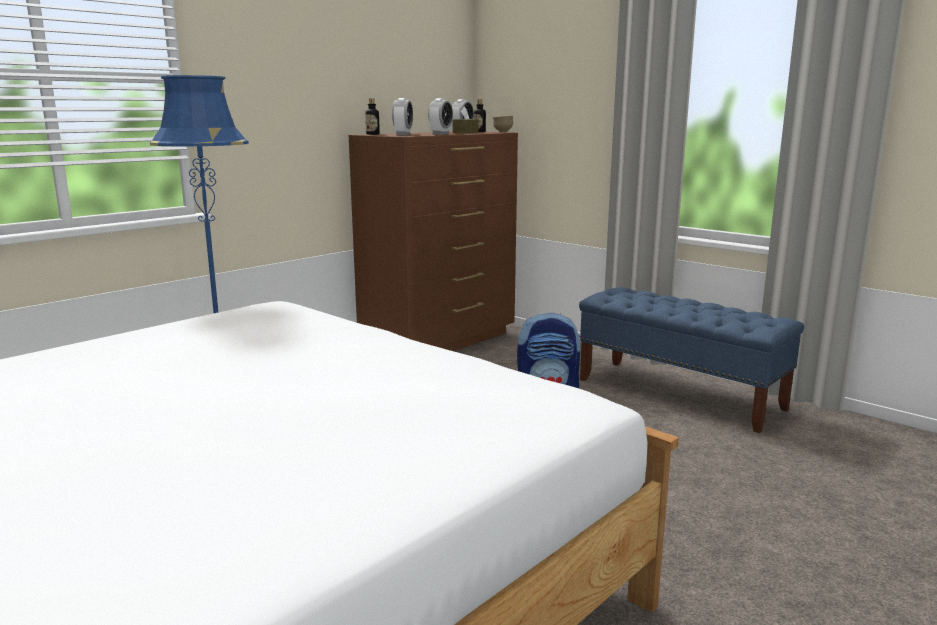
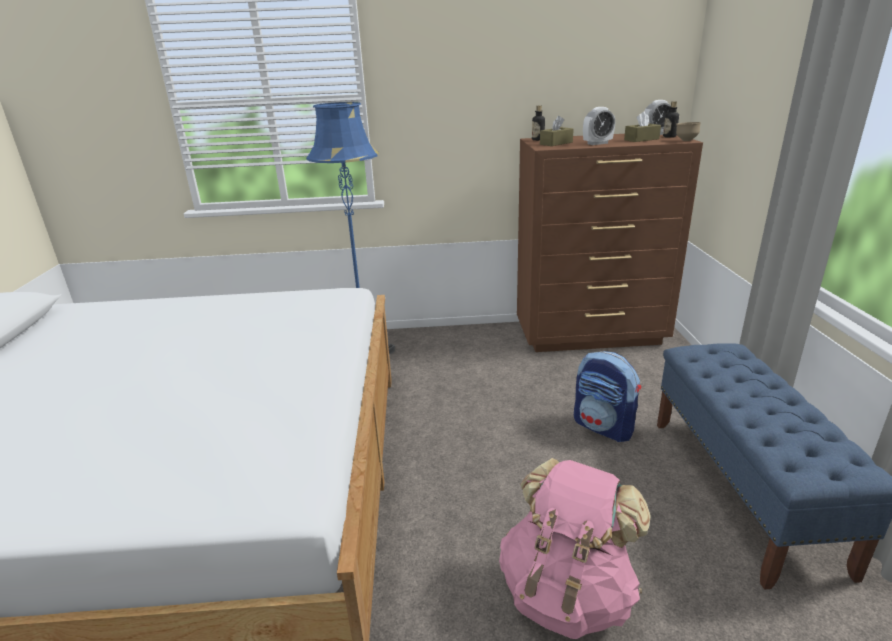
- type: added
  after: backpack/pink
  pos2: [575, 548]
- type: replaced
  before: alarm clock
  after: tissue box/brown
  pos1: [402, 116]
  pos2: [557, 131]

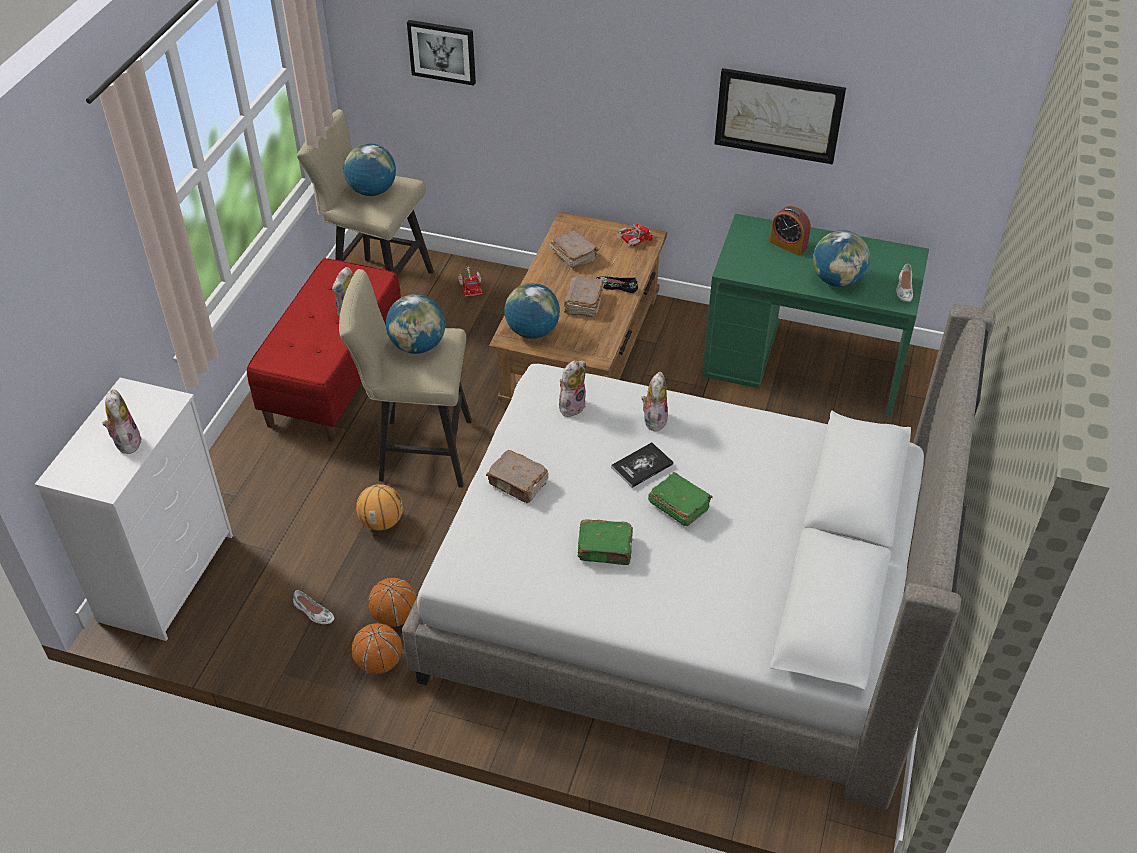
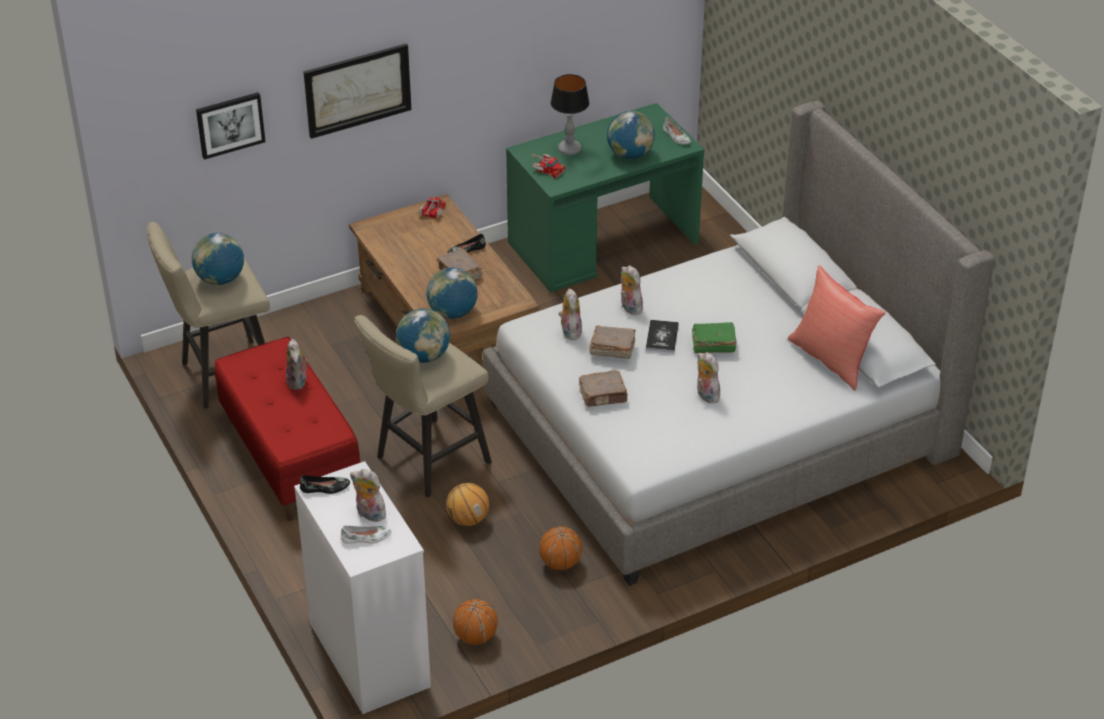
- type: added
  after: shoe/black
  pos2: [325, 484]
- type: moved
  before: picture
  pos1: [780, 116]
  pos2: [357, 91]
- type: moved
  before: shoe/white
  pos1: [313, 607]
  pos2: [366, 534]
- type: moved
  before: basketball
  pos1: [377, 648]
  pos2: [475, 622]
- type: moved
  before: toy truck
  pos1: [470, 281]
  pos2: [548, 165]
- type: replaced
  before: alarm clock
  after: table lamp
  pos1: [790, 231]
  pos2: [570, 114]
- type: moved
  before: book/brown
  pos1: [574, 249]
  pos2: [612, 342]
- type: replaced
  before: book/green
  after: plush toy
  pos1: [605, 542]
  pos2: [708, 377]
- type: added
  after: pillow/red
  pos2: [837, 328]

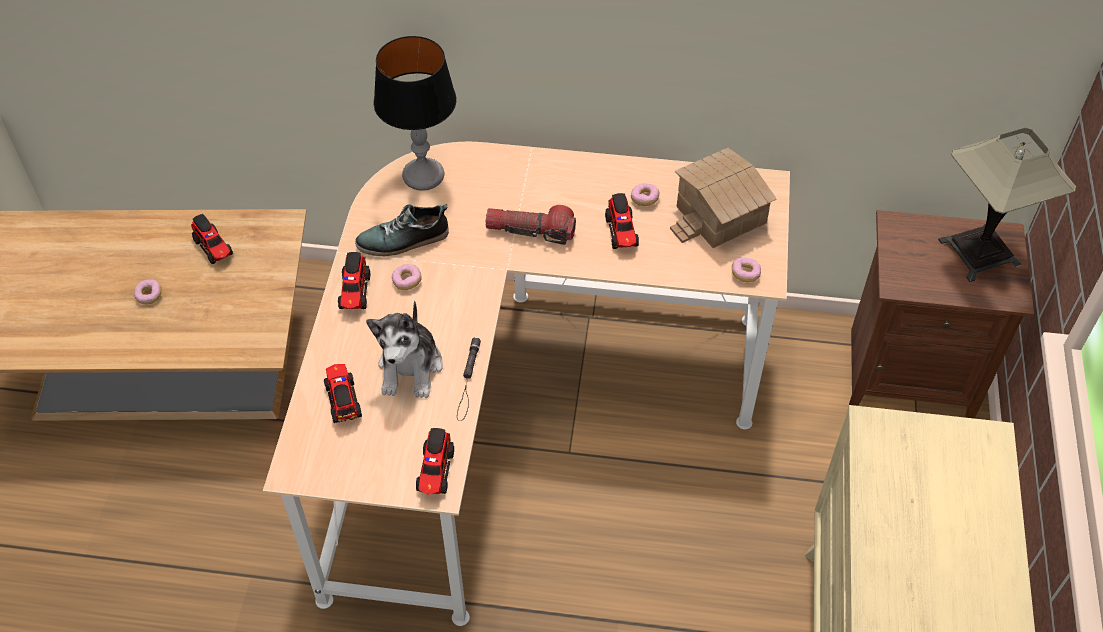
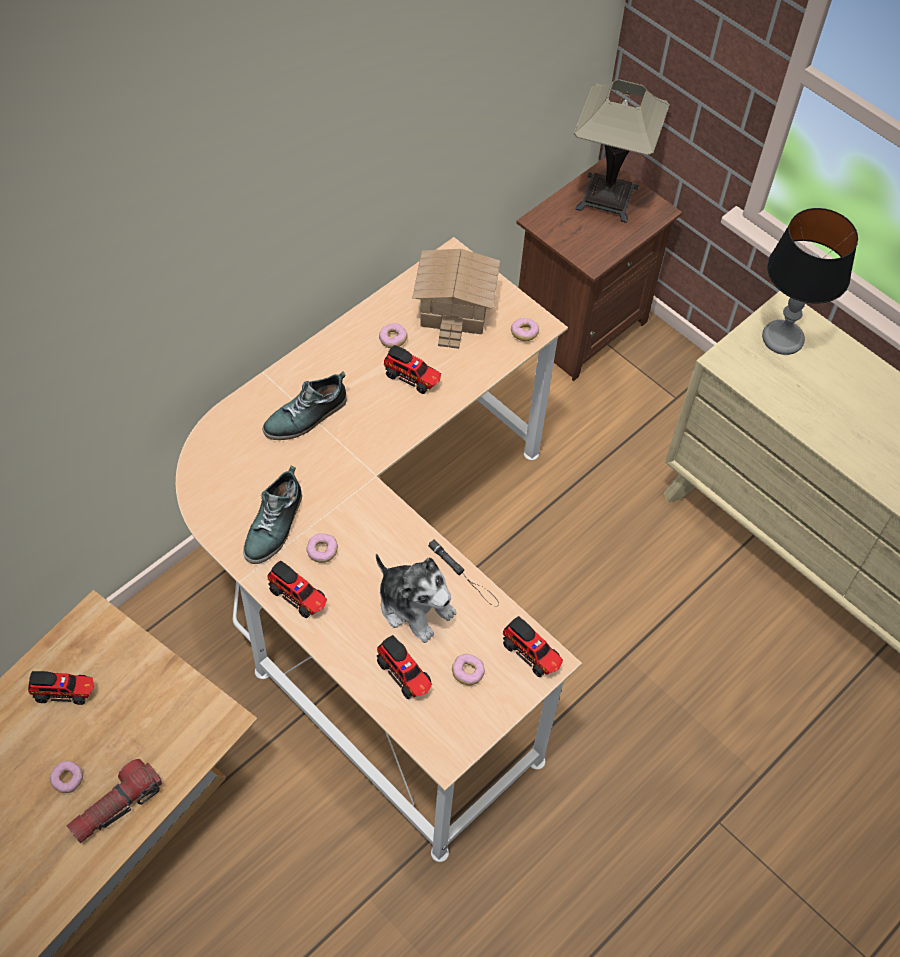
- type: moved
  before: flashlight
  pos1: [531, 225]
  pos2: [114, 801]
- type: added
  after: shoe
  pos2: [304, 405]
- type: turned
  before: toy truck
  pos1: [343, 393]
  pos2: [404, 667]
  turn: -150
- type: added
  after: donut
  pos2: [468, 670]
- type: moved
  before: table lamp
  pos1: [415, 113]
  pos2: [810, 281]

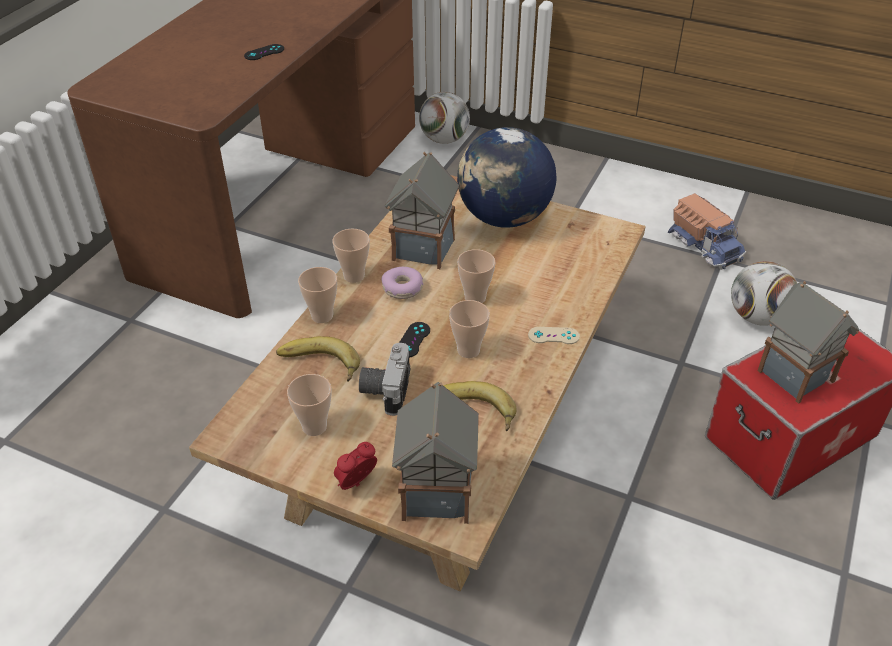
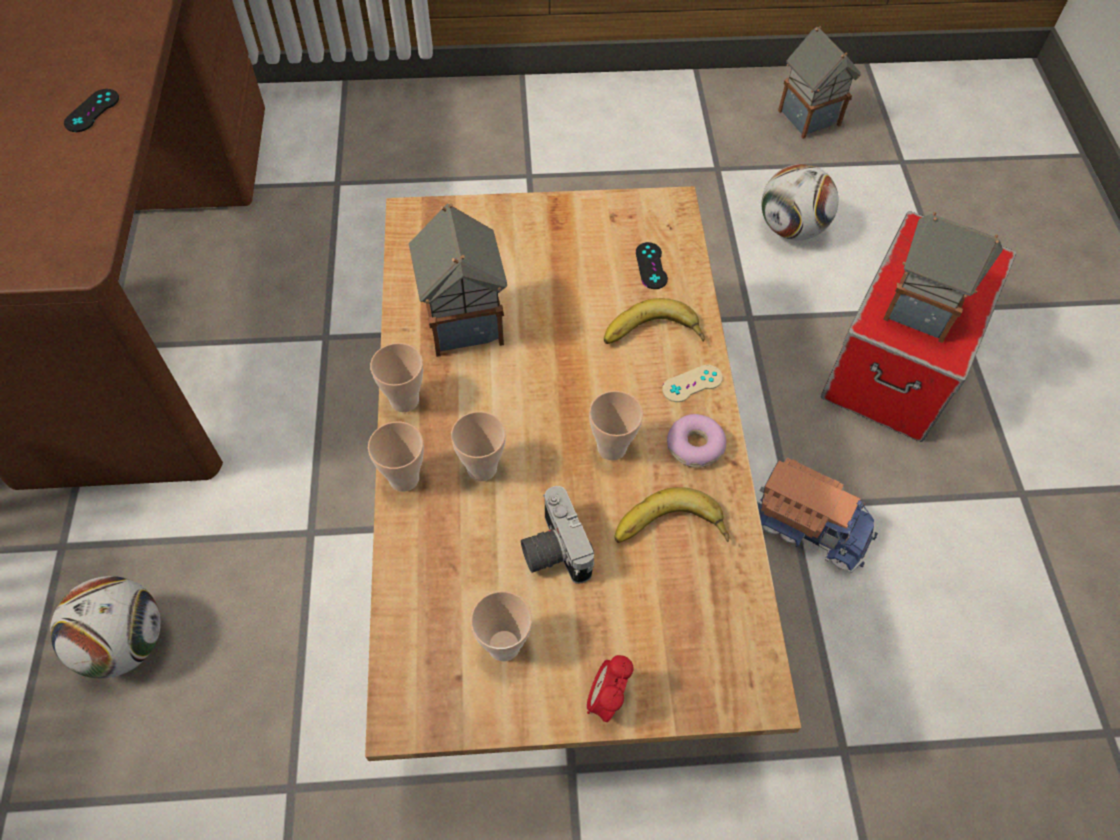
- type: moved
  before: football
  pos1: [444, 118]
  pos2: [105, 627]
- type: moved
  before: cup
  pos1: [476, 276]
  pos2: [478, 446]
- type: moved
  before: banana
  pos1: [318, 359]
  pos2: [654, 321]
- type: moved
  before: game controller/black
  pos1: [414, 340]
  pos2: [652, 265]
- type: moved
  before: donut
  pos1: [402, 283]
  pos2: [696, 441]
- type: moved
  before: toy truck
  pos1: [707, 231]
  pos2: [817, 515]
- type: moved
  before: toy house
  pos1: [435, 453]
  pos2: [819, 82]
- type: removed
  before: globe
  pos1: [507, 177]

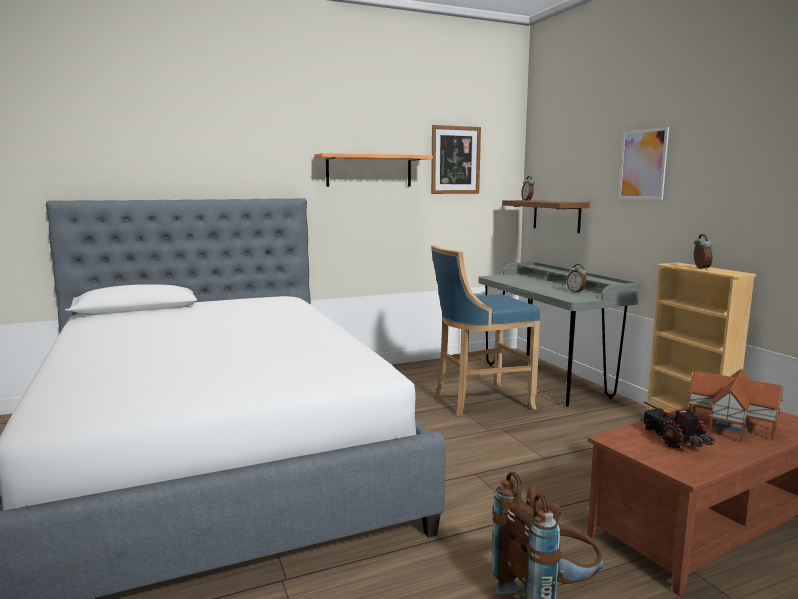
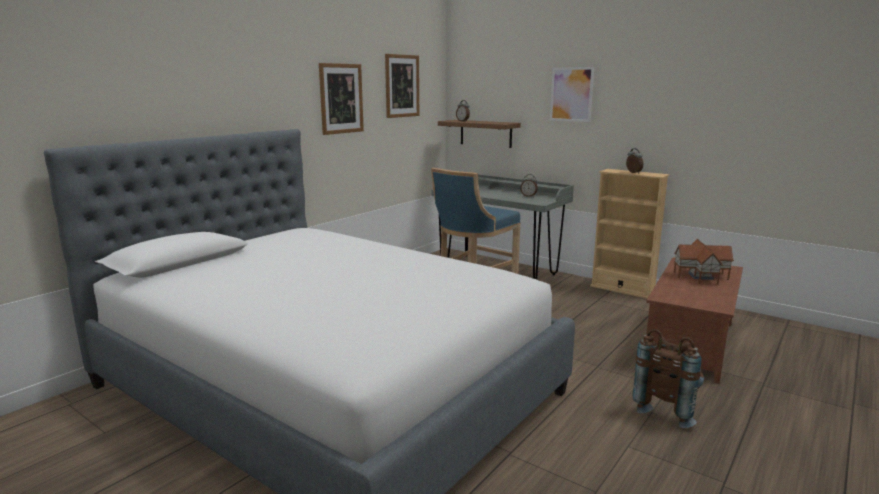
- type: replaced
  before: shelf
  after: picture
  pos1: [373, 170]
  pos2: [341, 99]
- type: removed
  before: toy truck
  pos1: [677, 425]

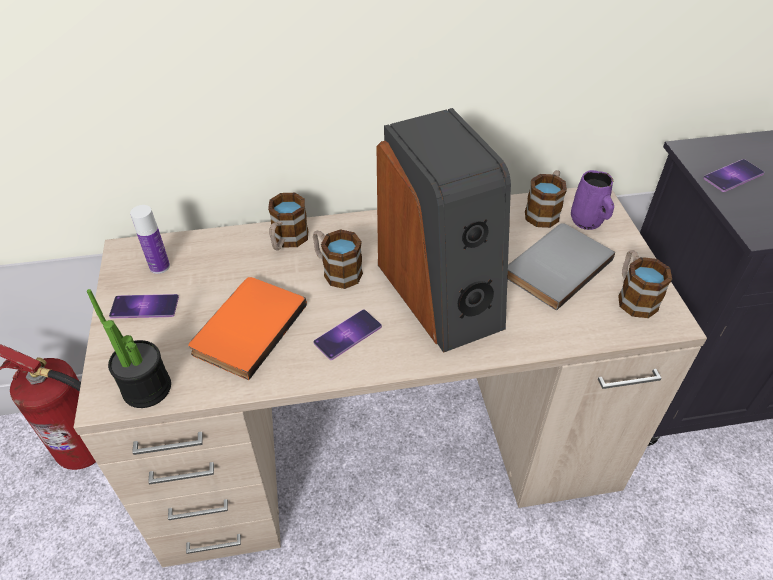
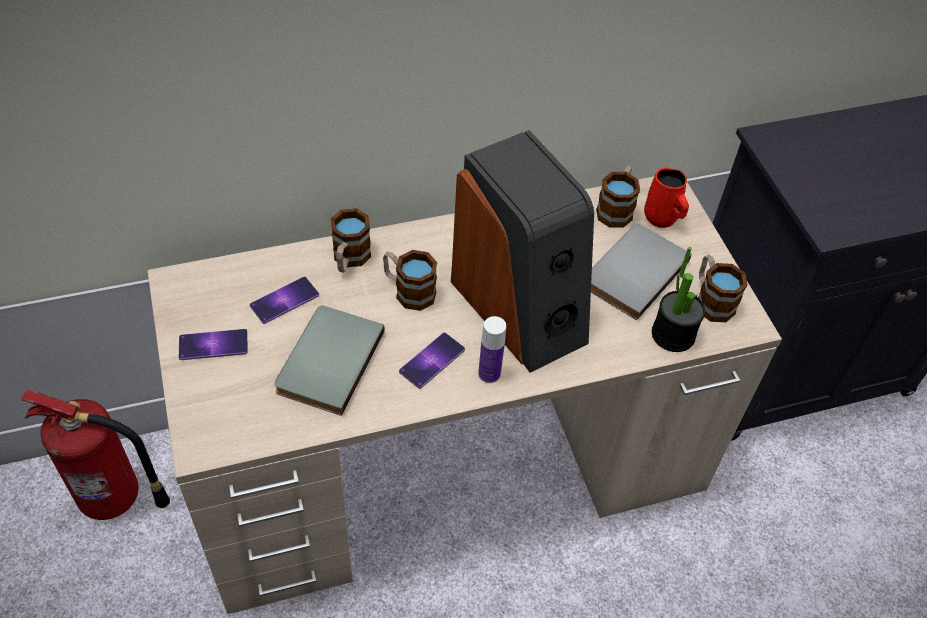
- type: moved
  before: phone
  pos1: [733, 175]
  pos2: [284, 300]
- type: recoloured
  before: book/orange
  after: book/grey
  pos1: [247, 328]
  pos2: [329, 361]
- type: moved
  before: bottle
  pos1: [150, 239]
  pos2: [492, 349]
- type: recoloured
  before: mug/purple
  after: mug/red
  pos1: [592, 200]
  pos2: [666, 197]
- type: moved
  before: potted plant
  pos1: [129, 348]
  pos2: [678, 299]

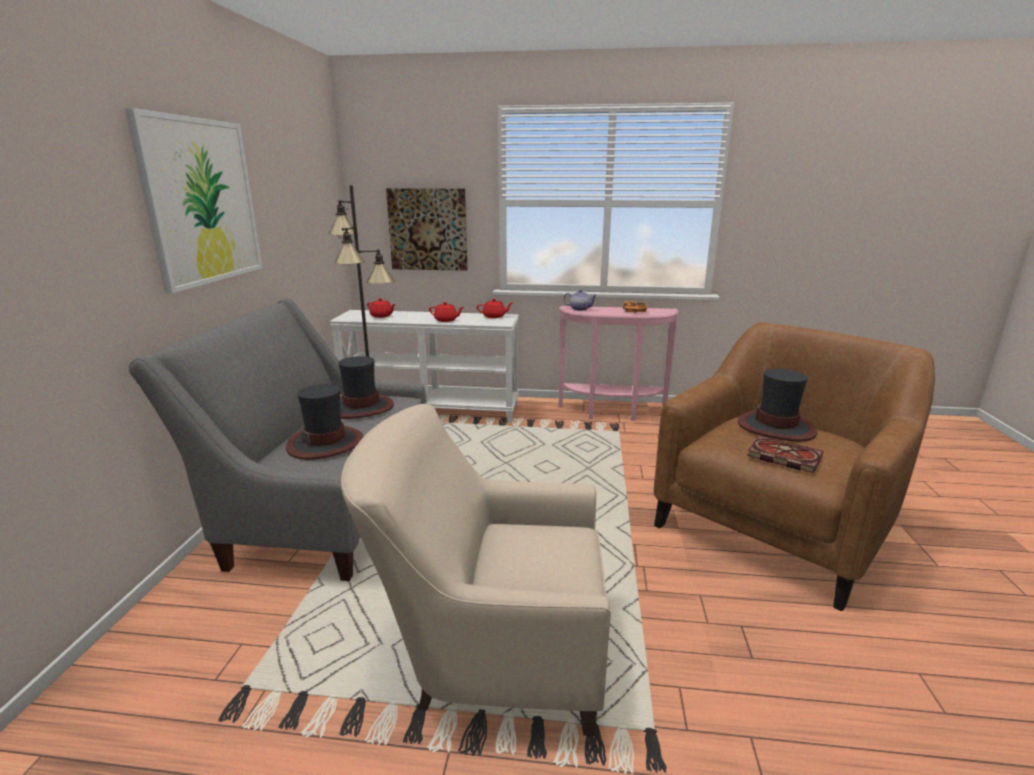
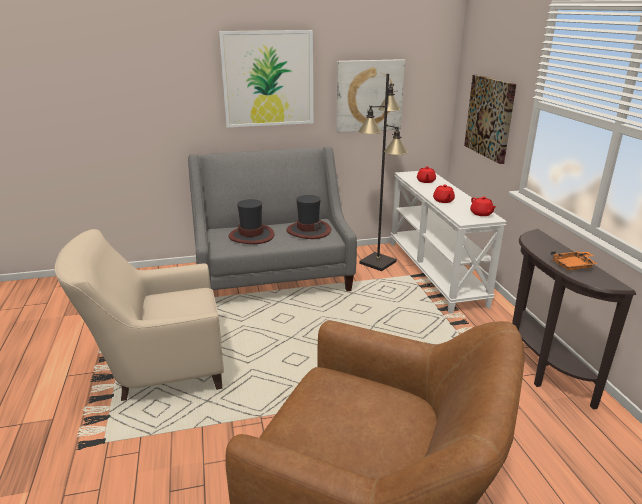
- type: turned
  before: armchair/beige
  pos1: [476, 570]
  pos2: [139, 315]
  turn: -90
- type: added
  after: picture
  pos2: [370, 96]
- type: recoloured
  before: console table/pink
  after: console table/brown
  pos1: [619, 363]
  pos2: [574, 319]
- type: removed
  before: teapot
  pos1: [580, 300]
- type: removed
  before: hat
  pos1: [777, 405]
- type: removed
  before: book
  pos1: [785, 454]

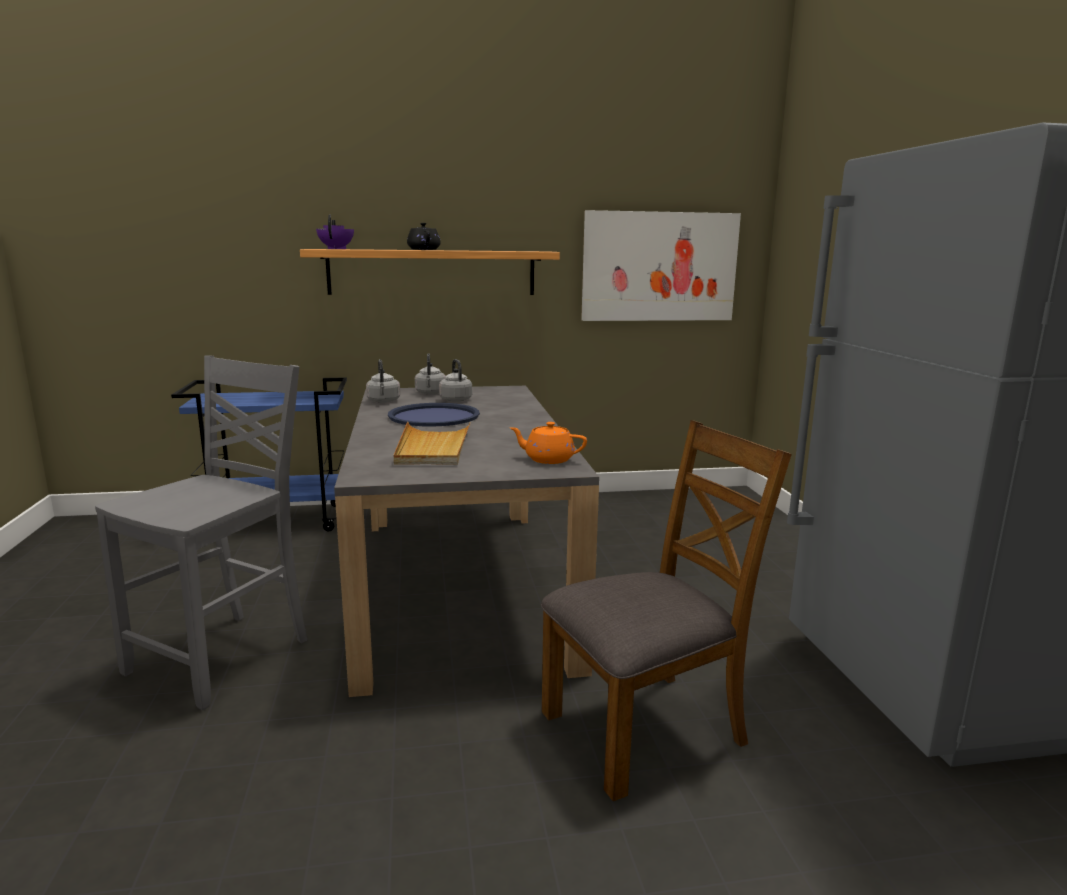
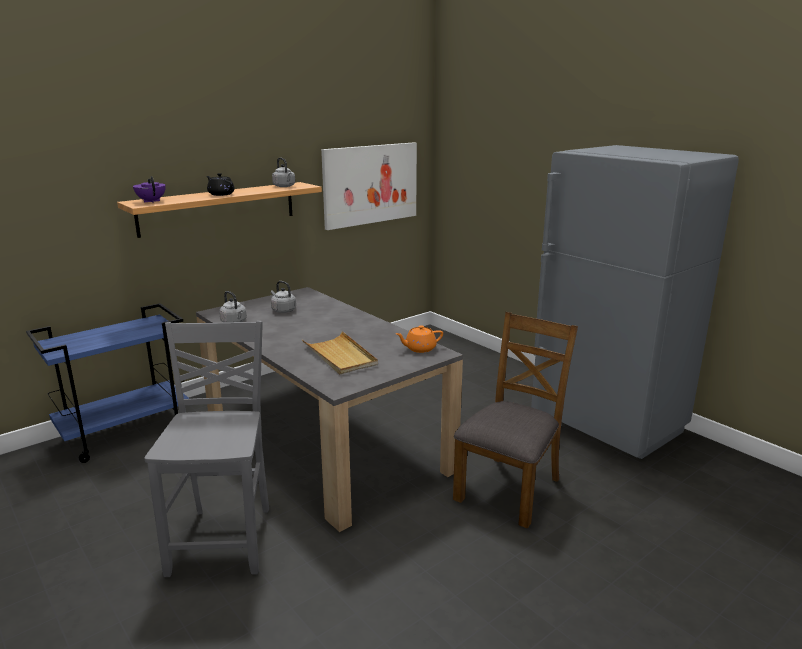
- type: moved
  before: kettle/grey
  pos1: [430, 374]
  pos2: [283, 172]
- type: removed
  before: tray/blue
  pos1: [434, 414]

